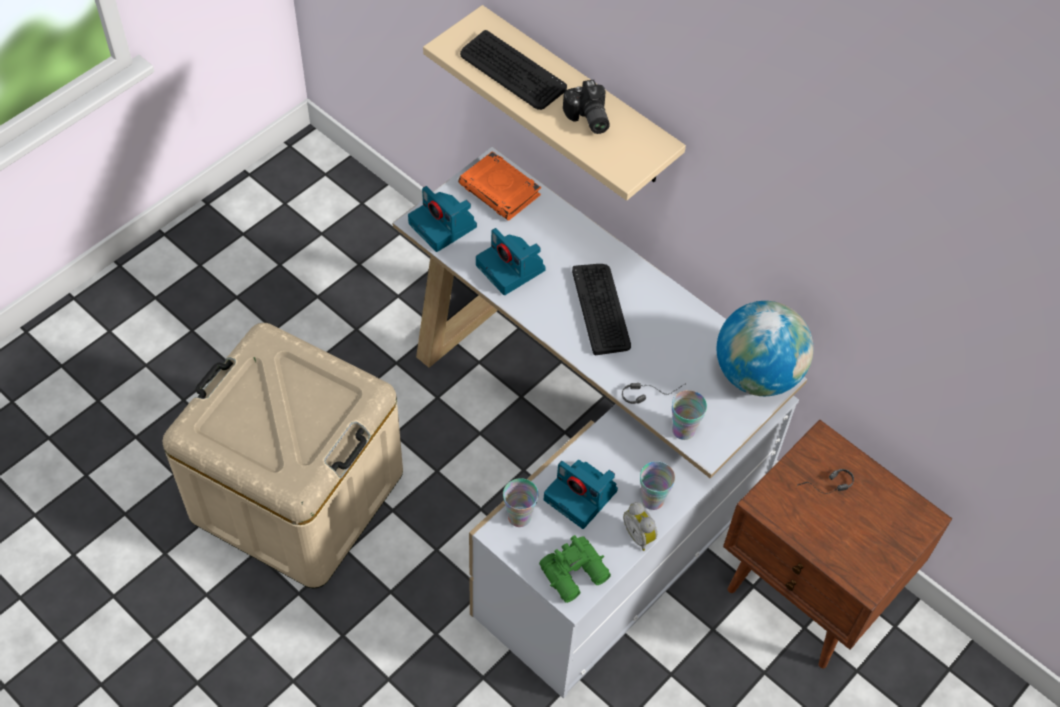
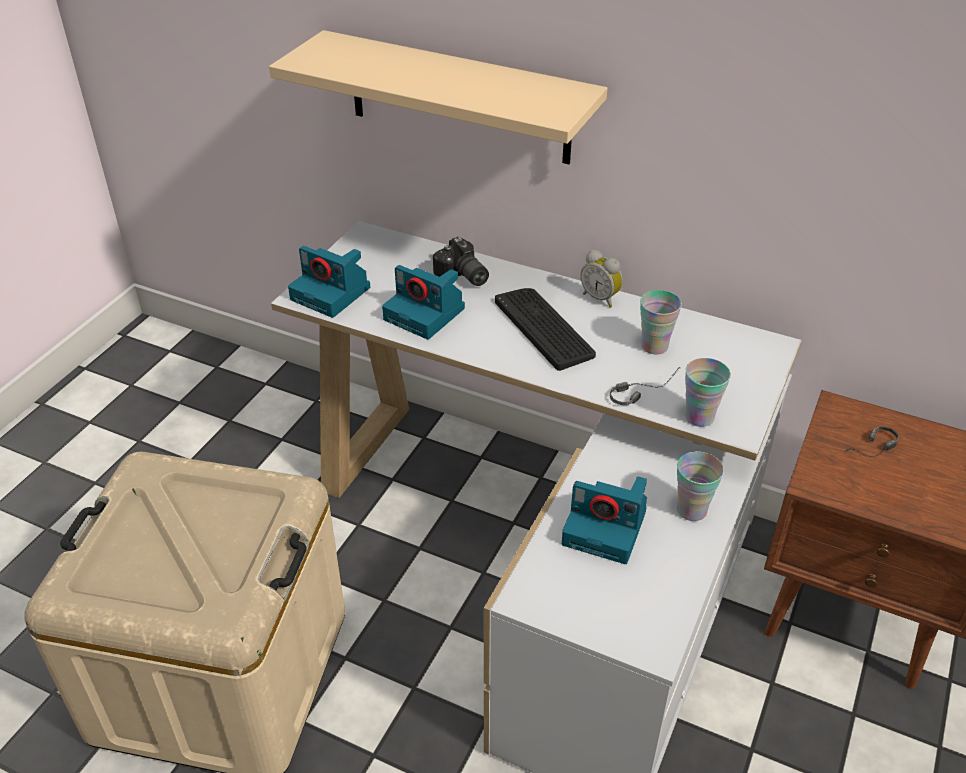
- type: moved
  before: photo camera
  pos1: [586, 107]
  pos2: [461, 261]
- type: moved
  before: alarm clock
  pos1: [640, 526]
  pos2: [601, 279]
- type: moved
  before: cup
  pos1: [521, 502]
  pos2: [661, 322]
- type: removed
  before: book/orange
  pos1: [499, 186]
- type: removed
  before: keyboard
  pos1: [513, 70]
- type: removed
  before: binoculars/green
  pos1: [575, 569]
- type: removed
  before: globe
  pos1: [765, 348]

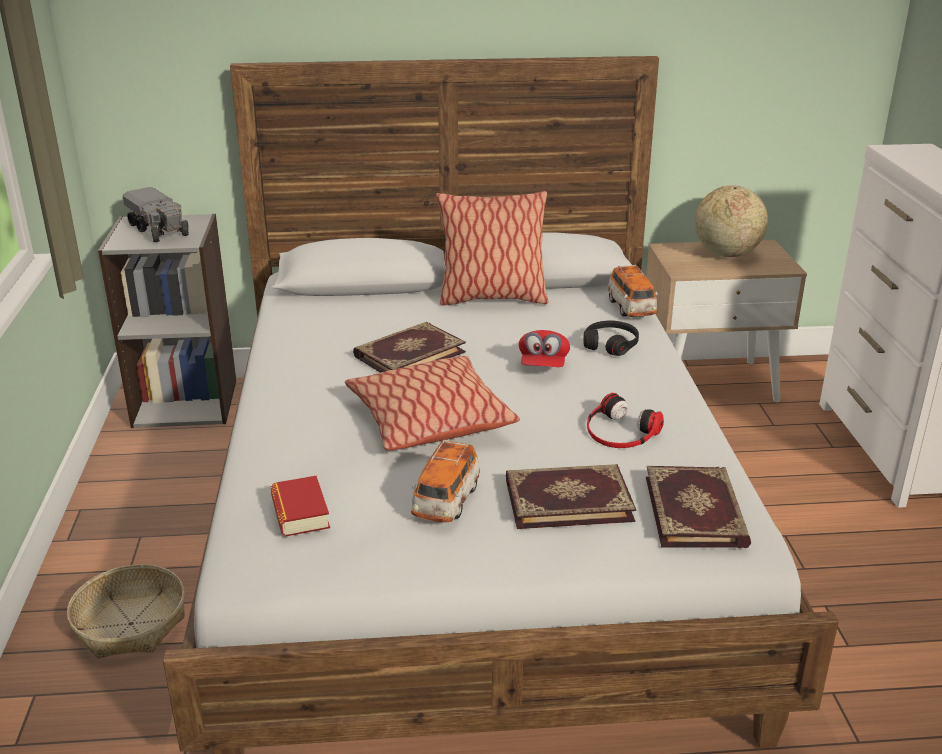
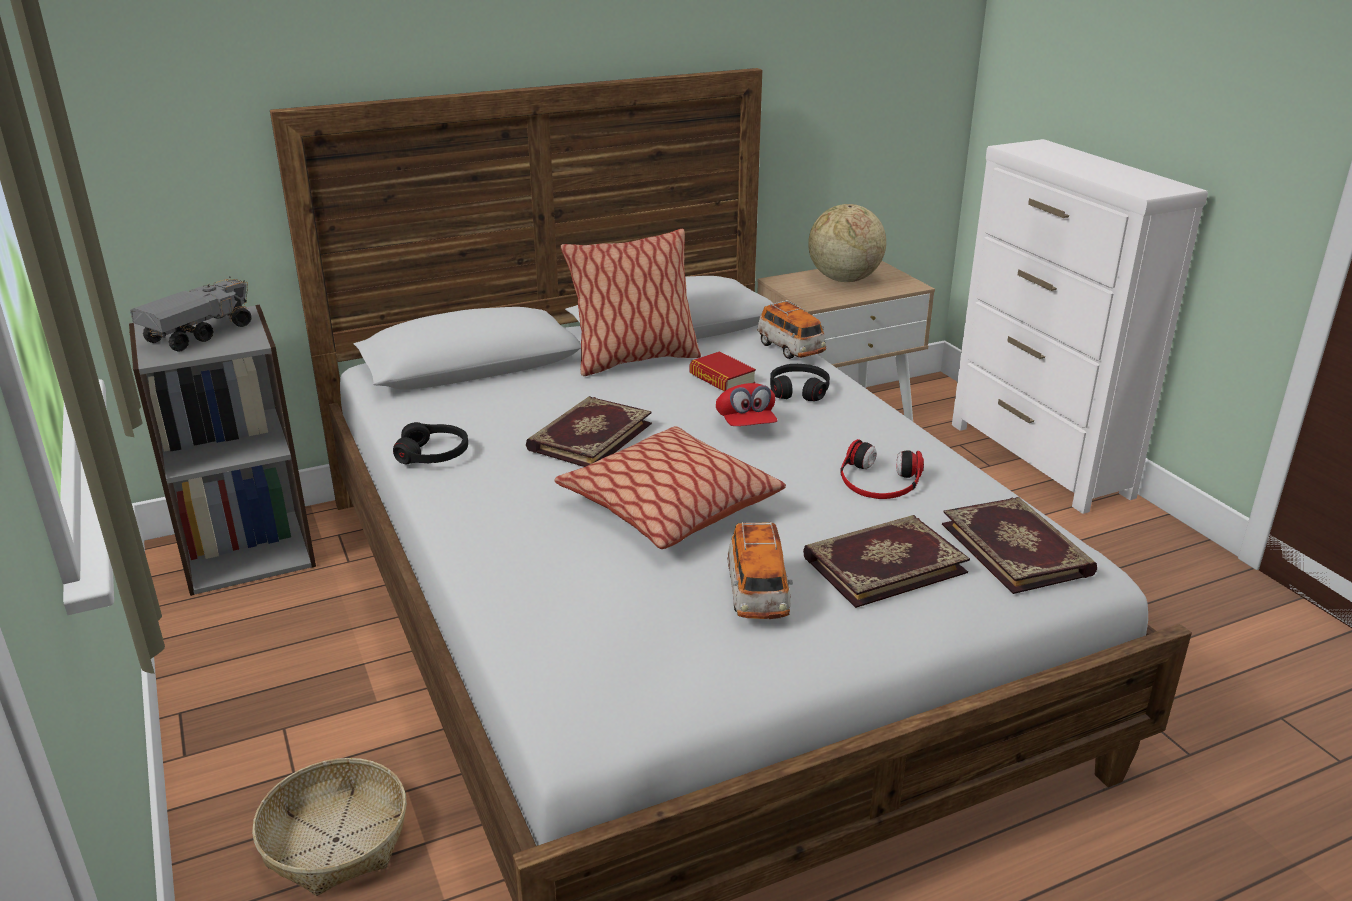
- type: turned
  before: toy truck
  pos1: [155, 214]
  pos2: [190, 314]
  turn: -90
- type: added
  after: headphones/black
  pos2: [430, 443]
- type: moved
  before: book
  pos1: [300, 506]
  pos2: [723, 371]

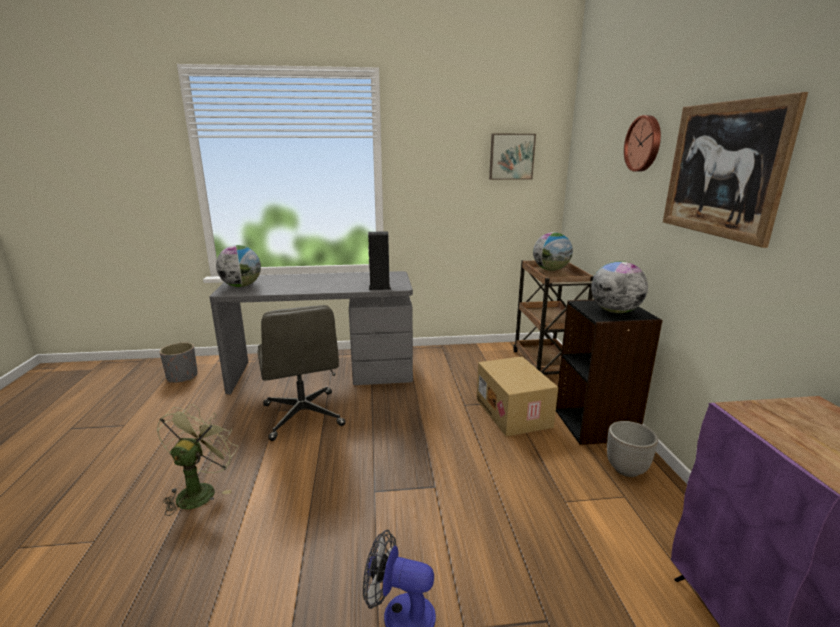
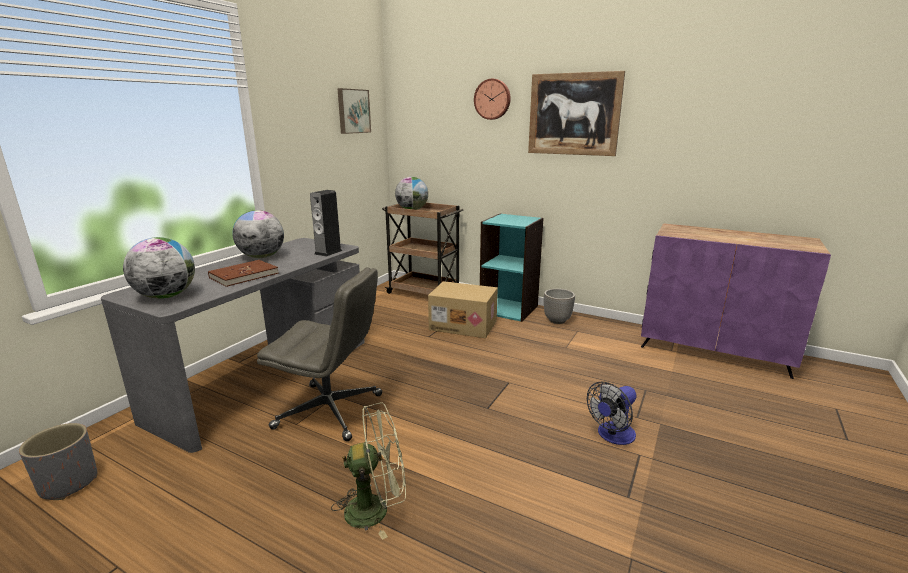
- type: added
  after: book/brown
  pos2: [243, 273]
- type: moved
  before: globe
  pos1: [619, 287]
  pos2: [258, 234]
- type: turned
  before: fan/green
  pos1: [197, 460]
  pos2: [368, 471]
  turn: 120
- type: recoloured
  before: bookcase/black
  after: bookcase/turquoise
  pos1: [609, 372]
  pos2: [512, 267]

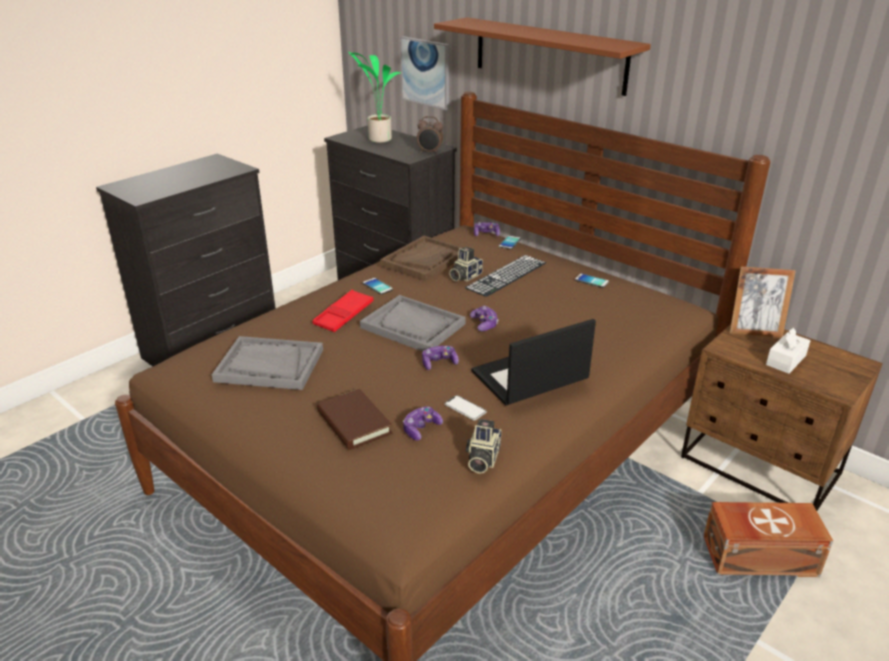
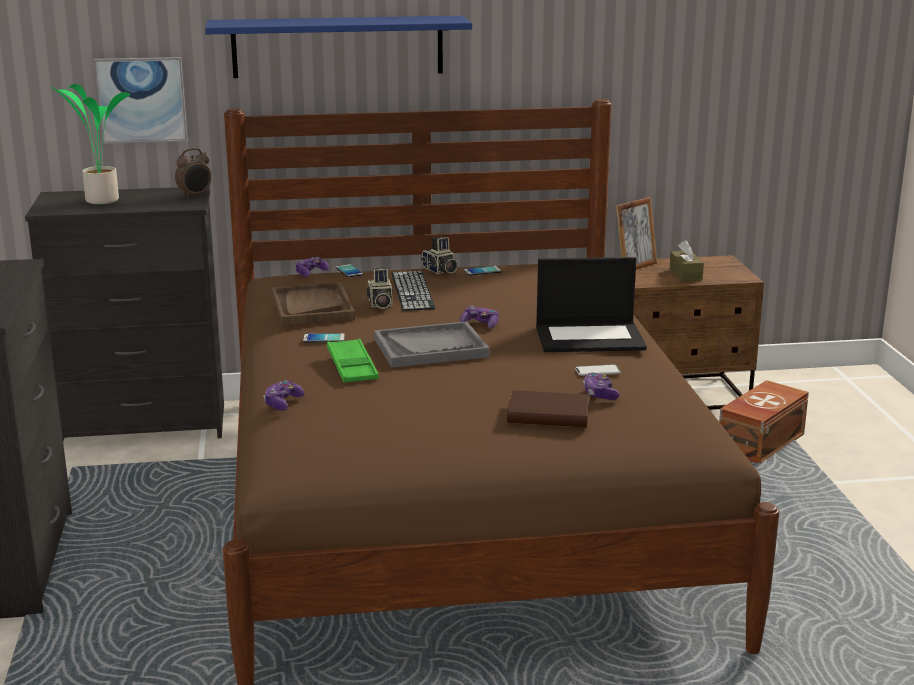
- type: recoloured
  before: shelf/brown
  after: shelf/blue
  pos1: [542, 56]
  pos2: [338, 47]
- type: moved
  before: game controller
  pos1: [440, 358]
  pos2: [283, 395]
- type: recoloured
  before: tray/red
  after: tray/green
  pos1: [343, 311]
  pos2: [353, 360]
- type: moved
  before: photo camera
  pos1: [483, 446]
  pos2: [439, 255]
- type: turned
  before: laptop
  pos1: [533, 362]
  pos2: [591, 304]
  turn: -105
- type: recoloured
  before: tissue box/white
  after: tissue box/brown
  pos1: [788, 350]
  pos2: [687, 260]
- type: removed
  before: tray/grey
  pos1: [267, 363]

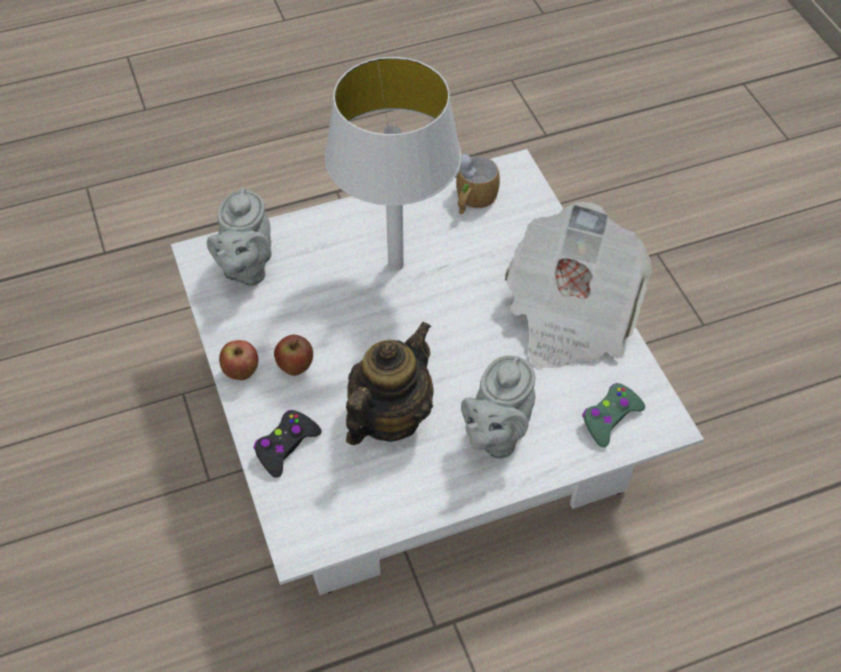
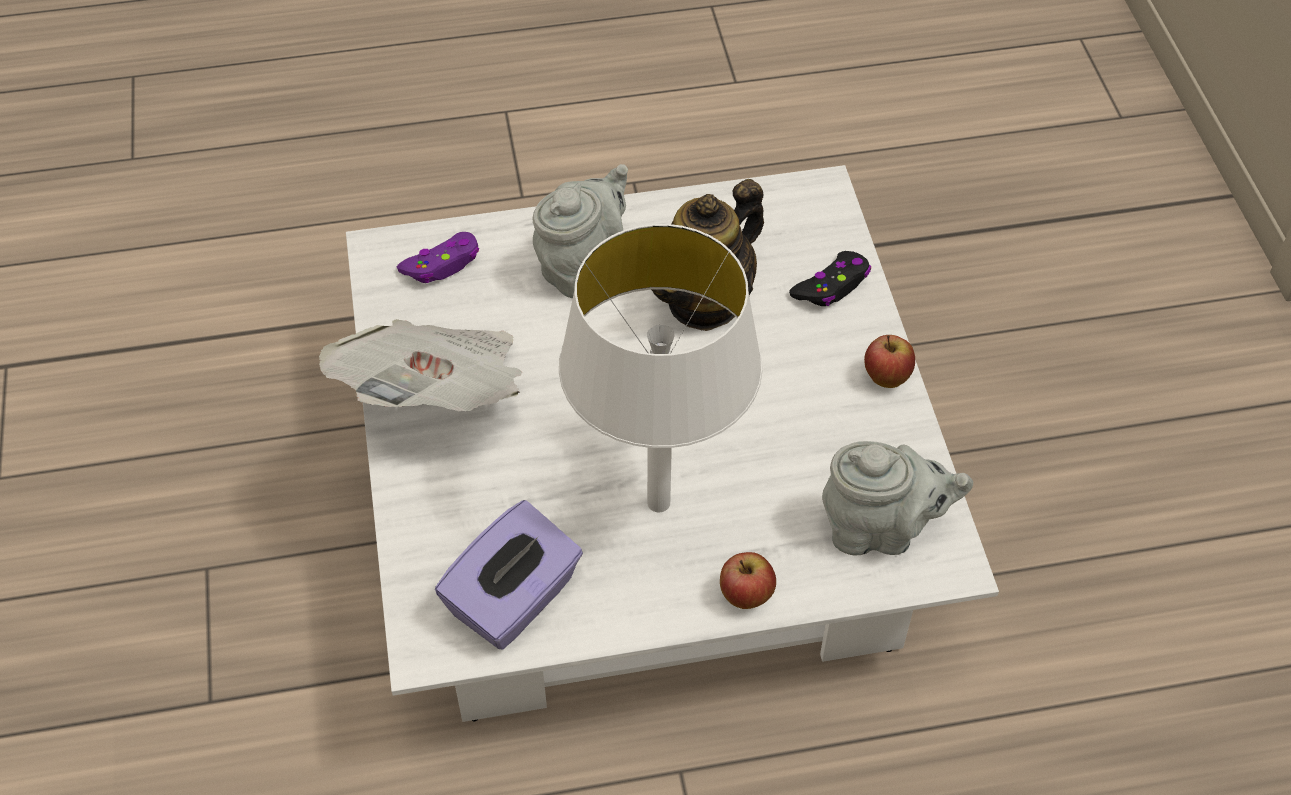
- type: recoloured
  before: game controller/green
  after: game controller/purple
  pos1: [613, 415]
  pos2: [438, 257]
- type: replaced
  before: mug
  after: tissue box/purple
  pos1: [477, 184]
  pos2: [509, 575]
- type: moved
  before: apple
  pos1: [293, 355]
  pos2: [748, 580]
- type: turned
  before: teapot/grey
  pos1: [239, 236]
  pos2: [897, 498]
  turn: 75

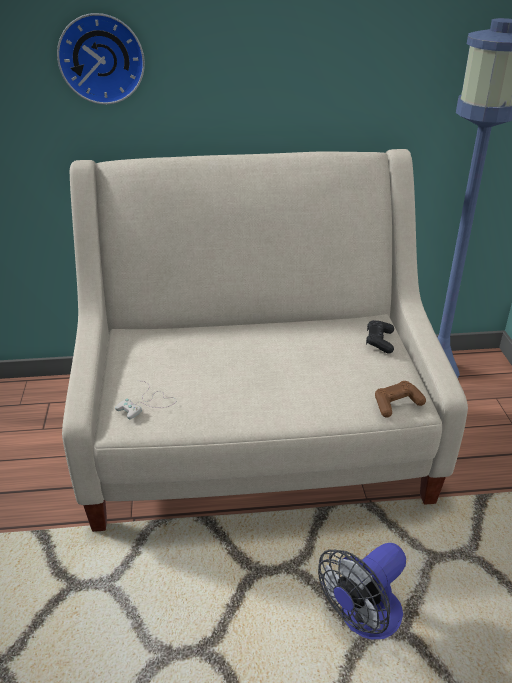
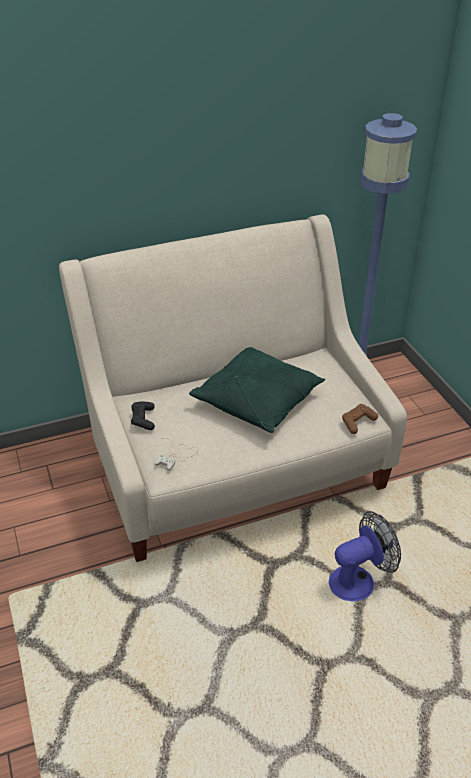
- type: moved
  before: game controller/black
  pos1: [380, 337]
  pos2: [143, 415]
- type: added
  after: pillow/green
  pos2: [257, 390]
- type: turned
  before: fan
  pos1: [362, 591]
  pos2: [365, 556]
  turn: -150
- type: removed
  before: wall clock
  pos1: [101, 58]

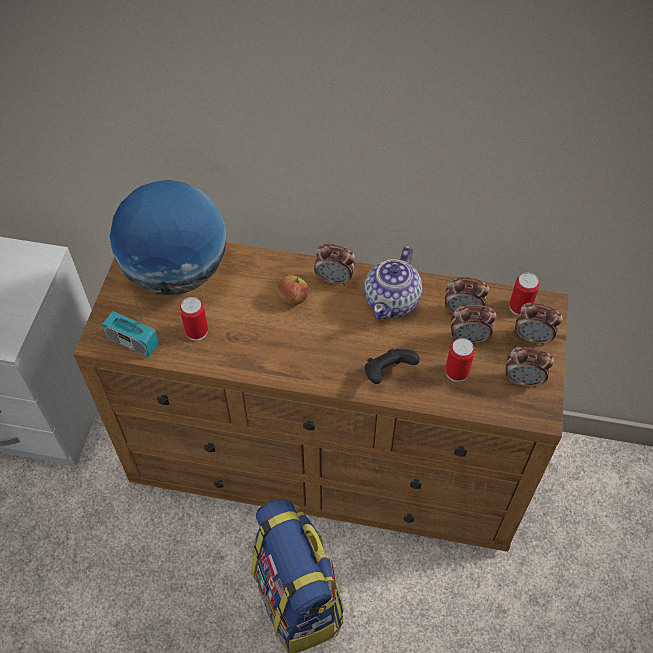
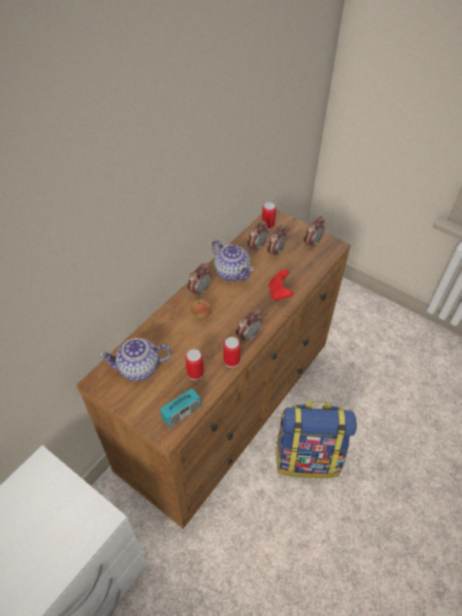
- type: replaced
  before: globe
  after: teapot
  pos1: [168, 237]
  pos2: [135, 359]
- type: moved
  before: can
  pos1: [460, 360]
  pos2: [232, 352]
- type: moved
  before: alarm clock
  pos1: [539, 324]
  pos2: [249, 326]
- type: recoloured
  before: game controller/black
  after: game controller/red
  pos1: [392, 366]
  pos2: [281, 285]

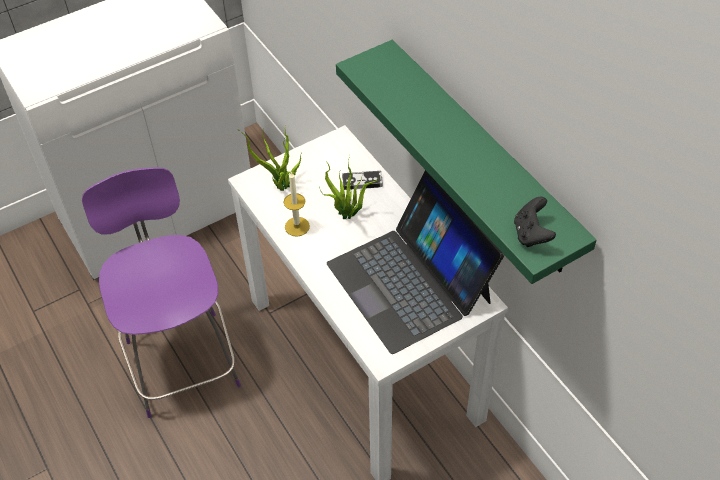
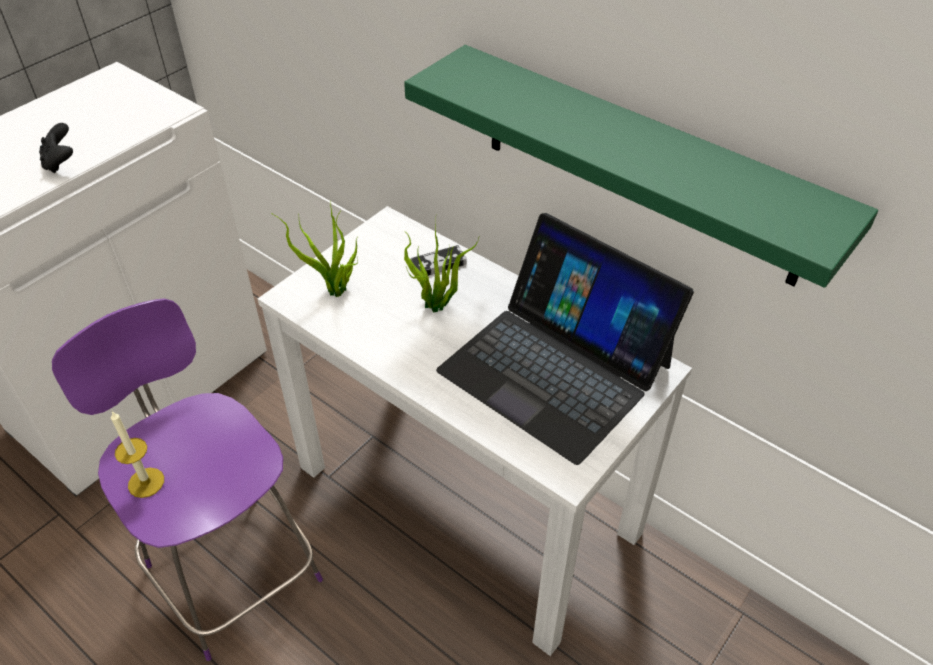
- type: moved
  before: game controller/black
  pos1: [535, 221]
  pos2: [56, 148]
- type: moved
  before: candle
  pos1: [297, 204]
  pos2: [137, 454]

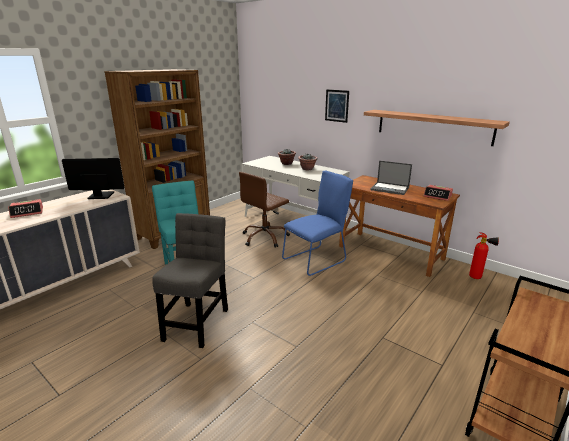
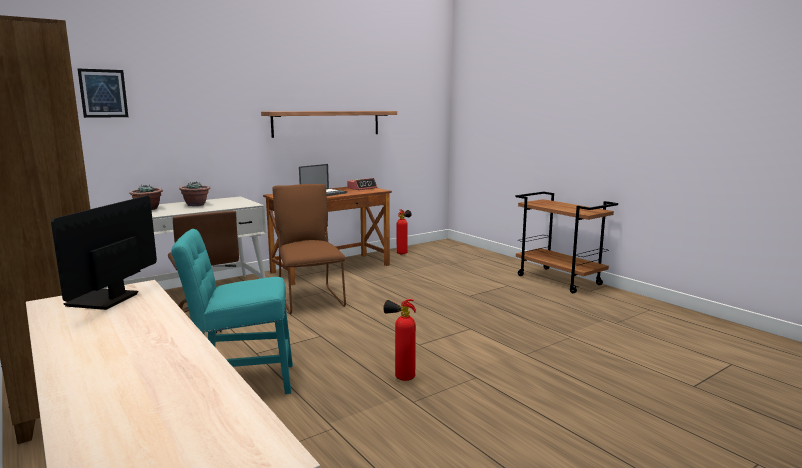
- type: moved
  before: picture
  pos1: [337, 106]
  pos2: [103, 93]
- type: recoloured
  before: chair/blue
  after: chair/brown
  pos1: [317, 223]
  pos2: [309, 249]
- type: replaced
  before: chair/grey
  after: fire extinguisher
  pos1: [190, 280]
  pos2: [399, 340]
- type: removed
  before: alarm clock
  pos1: [25, 208]

